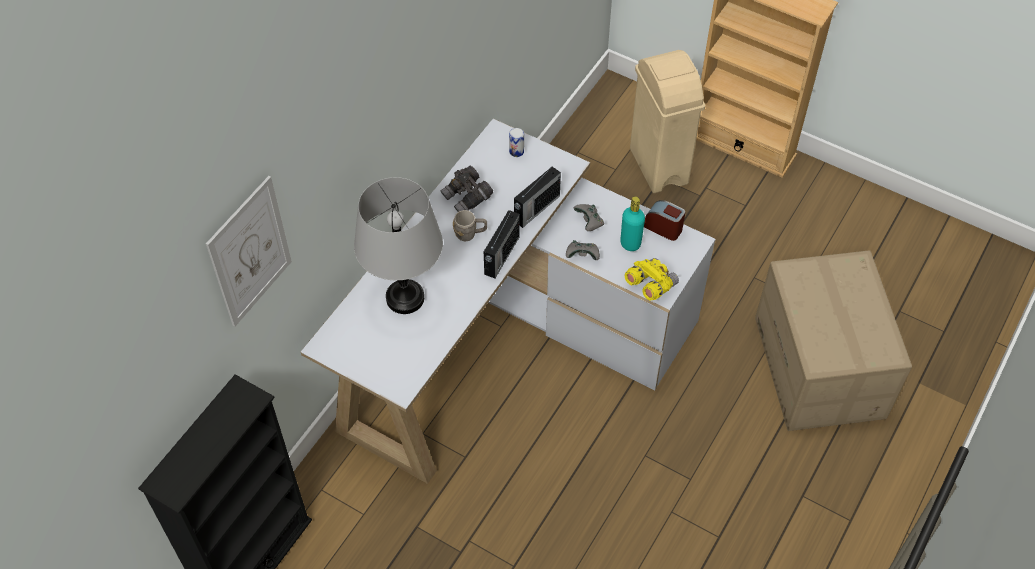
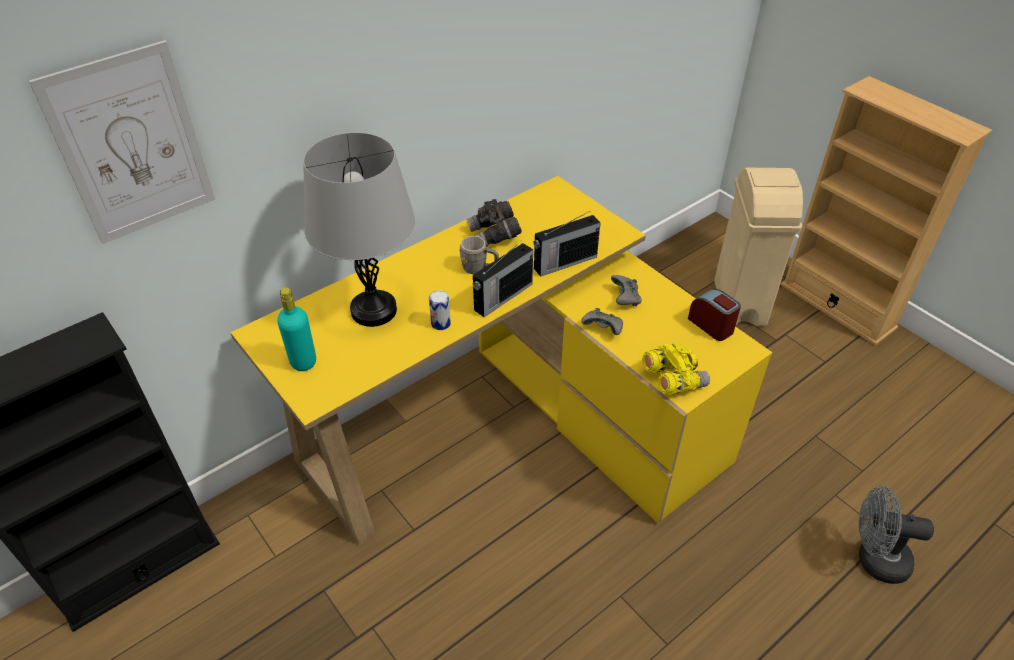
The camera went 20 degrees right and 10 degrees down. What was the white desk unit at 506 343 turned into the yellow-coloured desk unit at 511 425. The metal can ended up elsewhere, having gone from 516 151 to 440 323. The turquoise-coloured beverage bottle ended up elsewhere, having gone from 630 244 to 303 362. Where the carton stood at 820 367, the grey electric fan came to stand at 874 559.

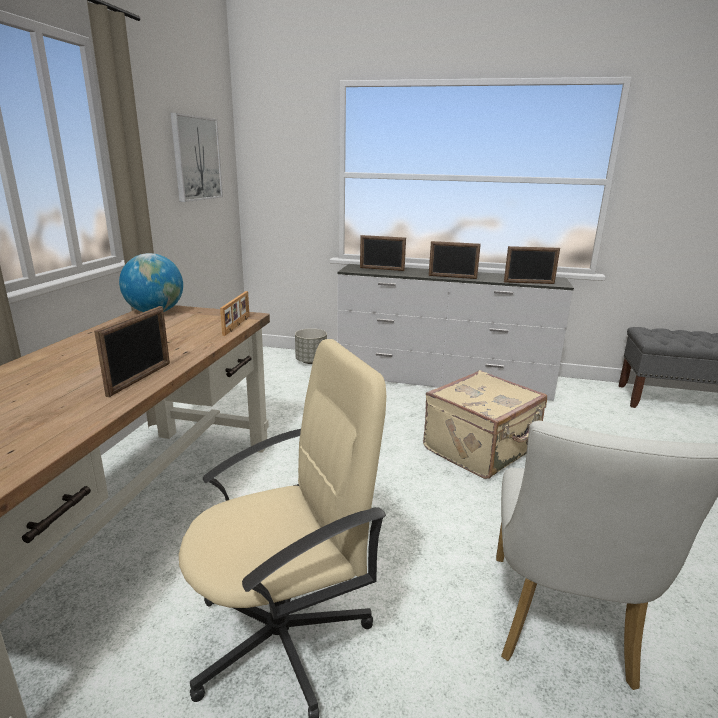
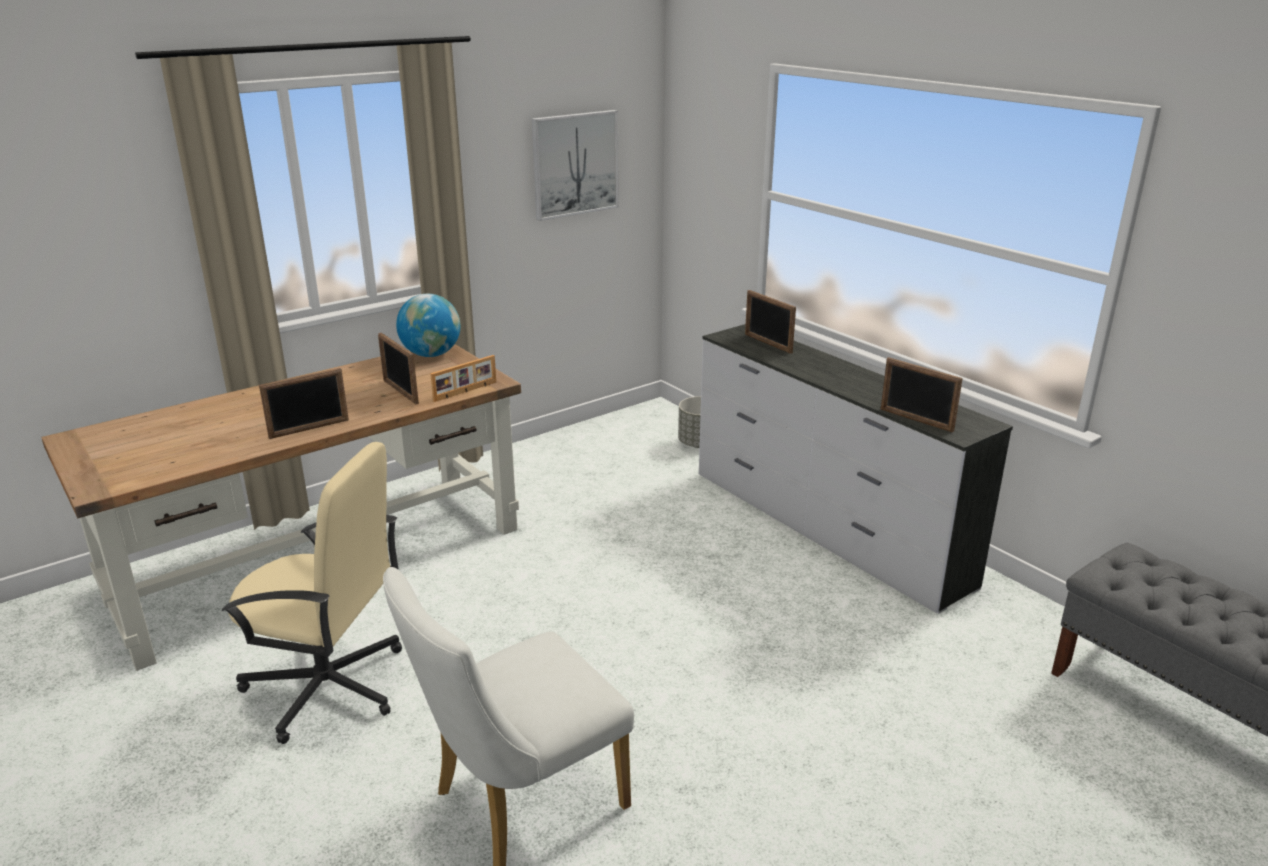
The camera went 40 degrees right and 5 degrees up. The standing frame ended up elsewhere, having gone from 452 277 to 400 392. The second view lost the beige-coloured travel case at 482 449.

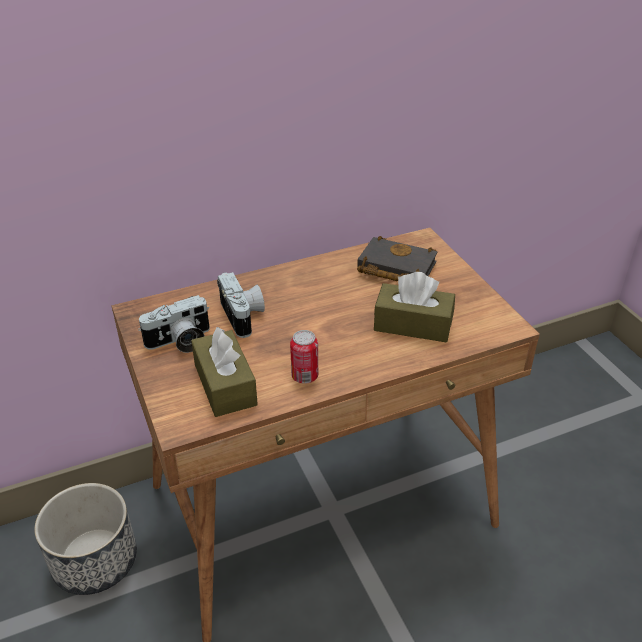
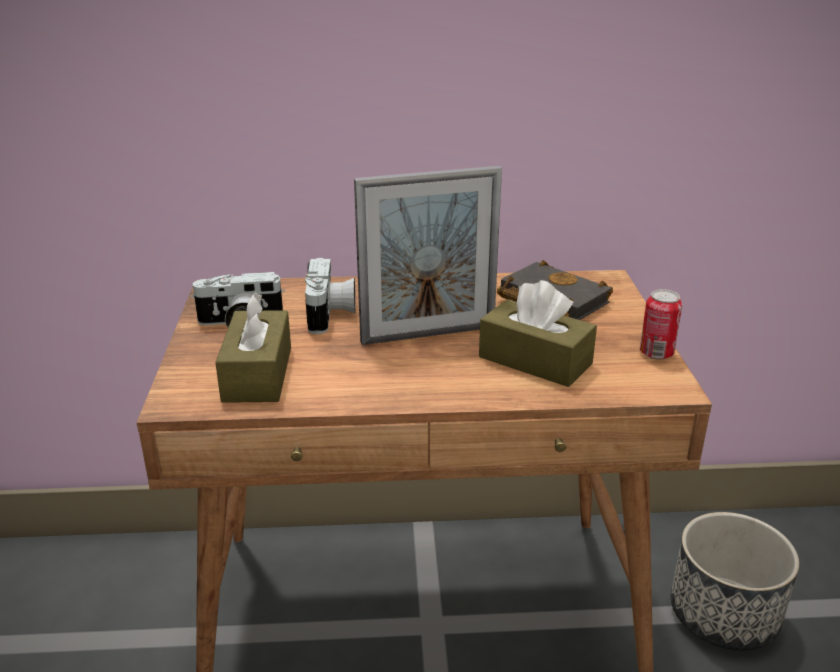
The camera went 20 degrees right and 10 degrees down. The metal can ended up elsewhere, having gone from 304 376 to 656 353. The planter ended up elsewhere, having gone from 95 560 to 724 613. The second view gained the standing frame at 428 334.

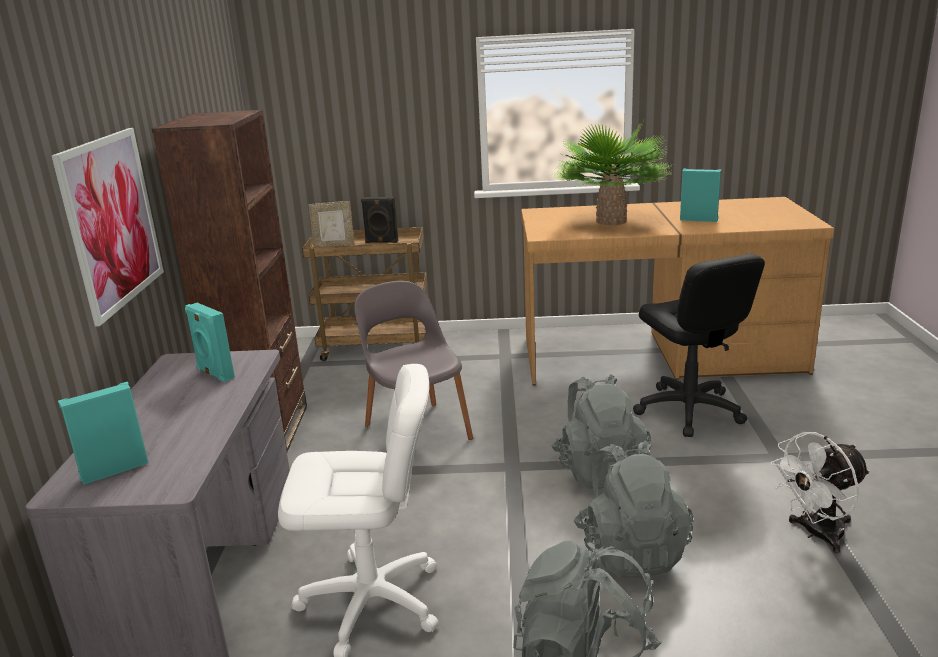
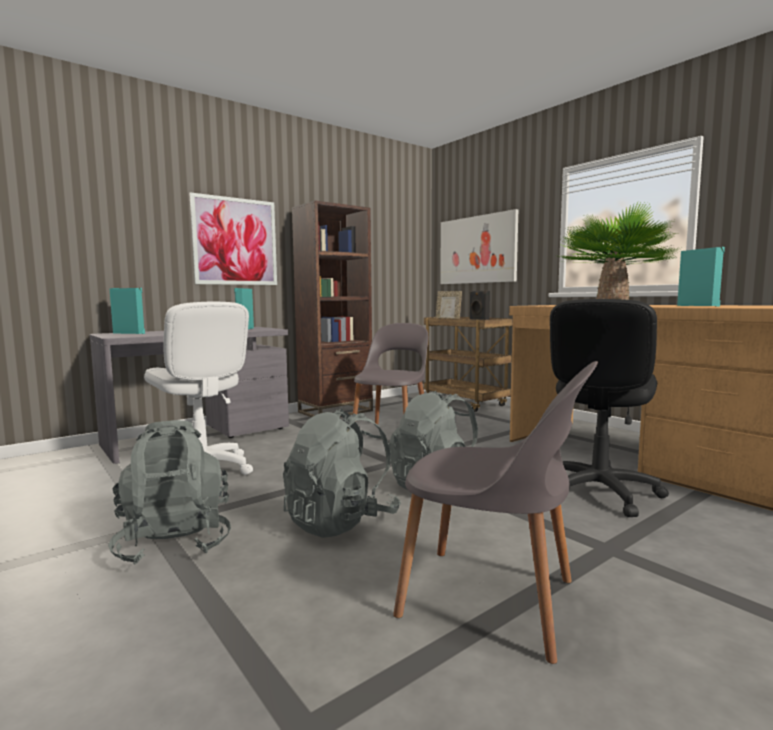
The camera went 50 degrees right and 15 degrees down. Where the white electric fan stood at 816 534, the grey chair came to stand at 493 600. The second view gained the wall picture at 477 250.

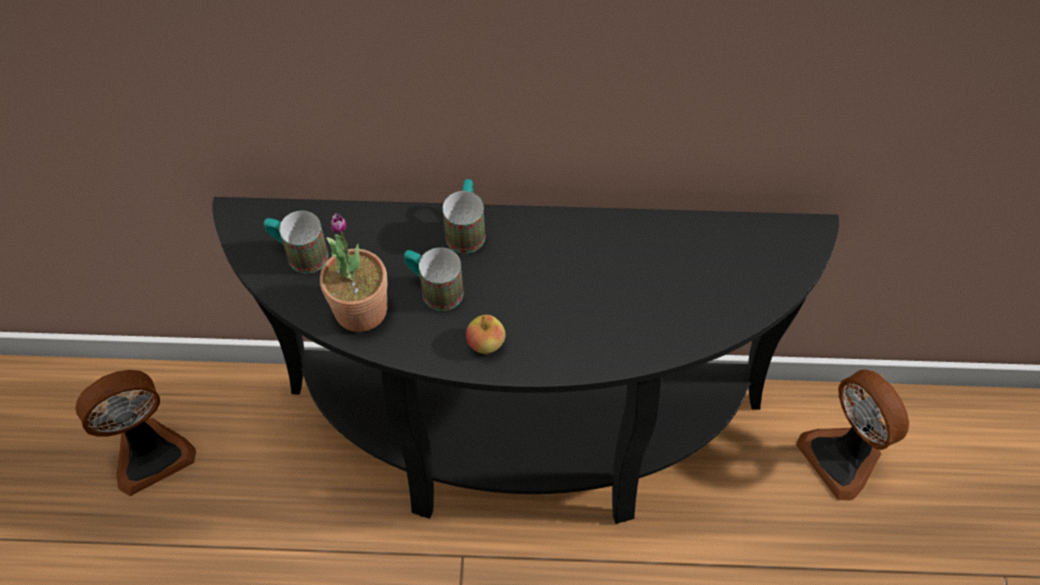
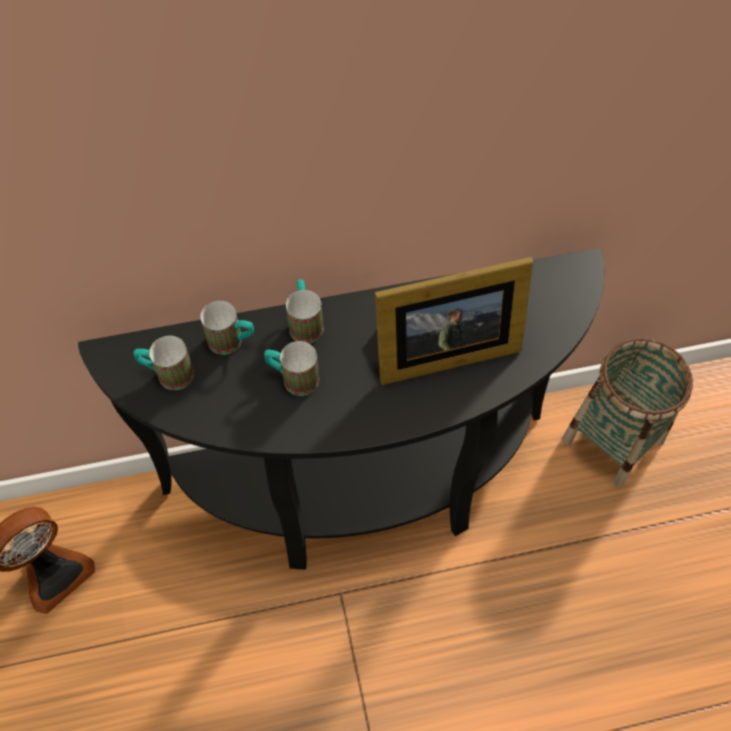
The camera went 15 degrees left and 0 degrees up. The second view lost the houseplant at 360 309. The second view lost the whole apple at 486 343. Where the electric fan stood at 844 456, the household basket came to stand at 613 440. The second view gained the standing frame at 440 351. The second view gained the tea mug at 232 342.

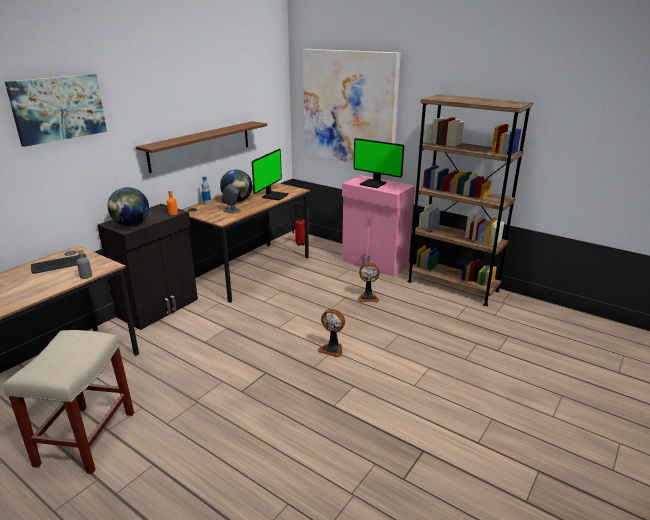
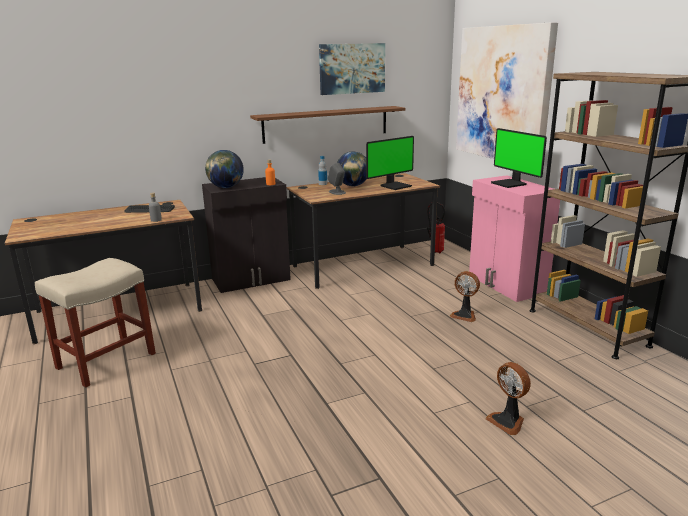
The camera went 30 degrees right and 5 degrees down. The wall picture ended up elsewhere, having gone from 58 108 to 352 68. The electric fan ended up elsewhere, having gone from 332 349 to 508 421.

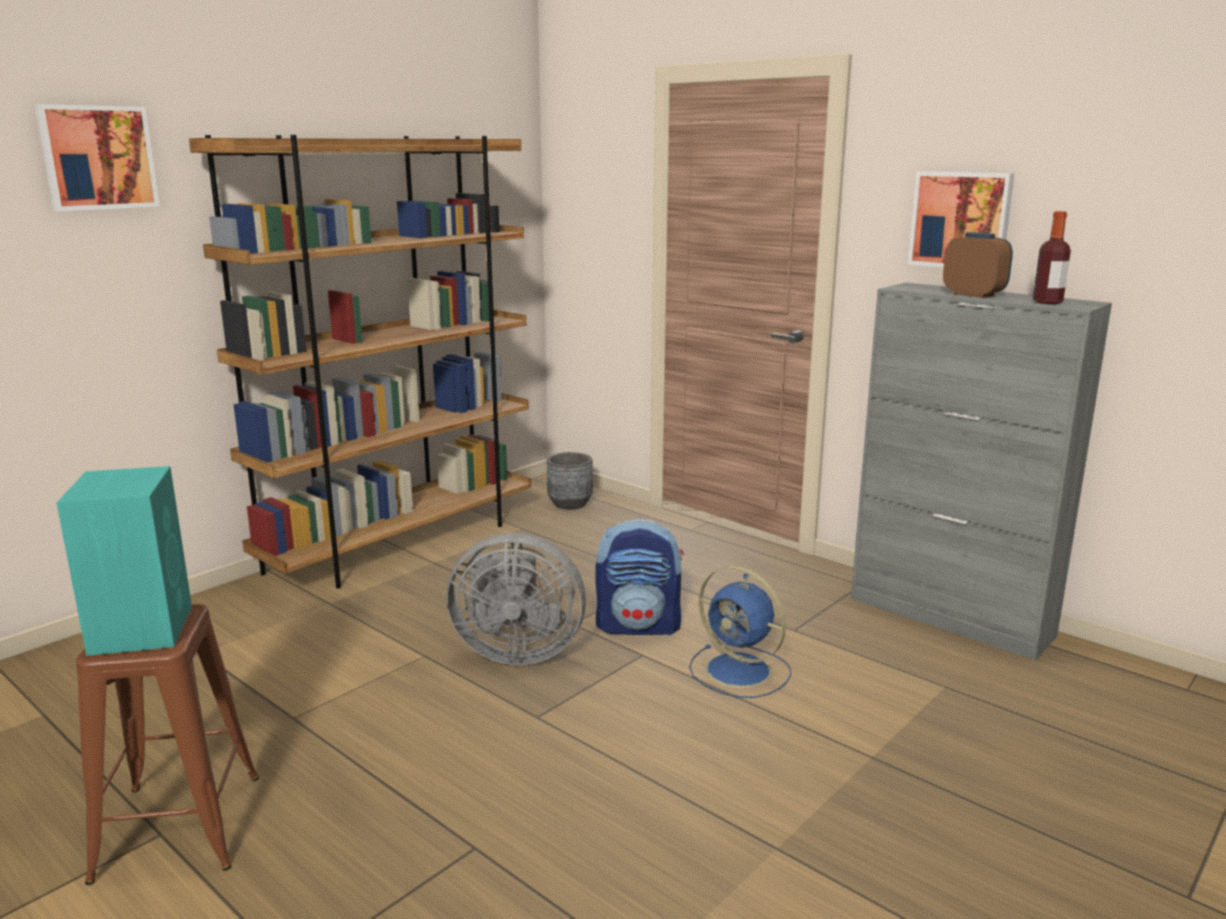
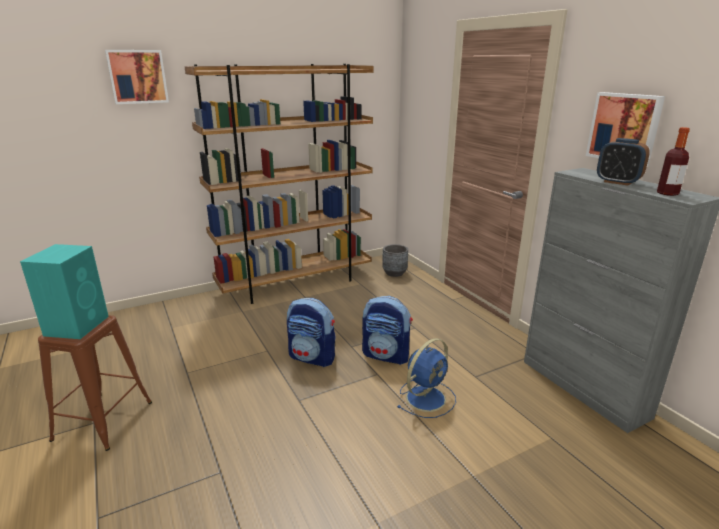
The camera went 20 degrees right and 5 degrees up. The table clock at 973 295 ended up facing another way, 150 degrees clockwise from before. Where the grey electric fan stood at 516 651, the backpack came to stand at 312 357. The blue electric fan at 741 671 ended up facing another way, 105 degrees counterclockwise from before.

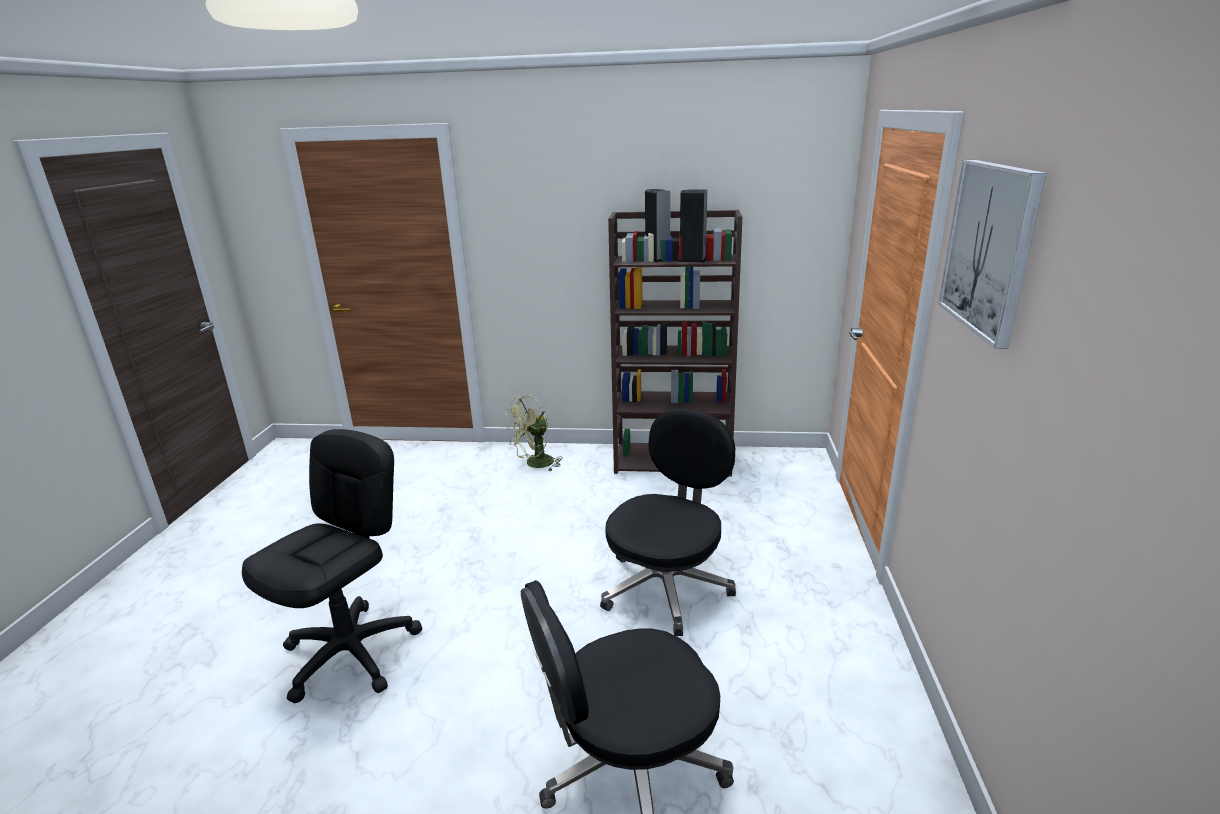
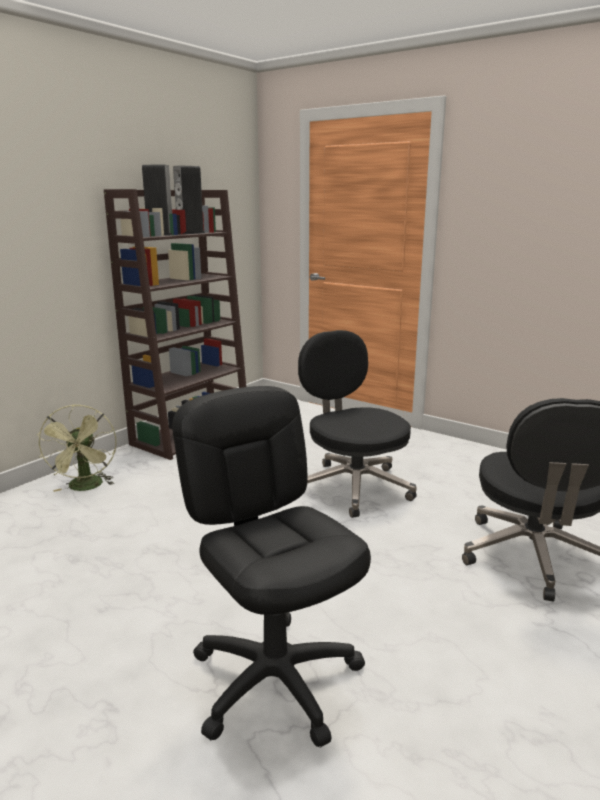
The camera went 60 degrees left and 5 degrees down. The second view lost the wall picture at 990 248.

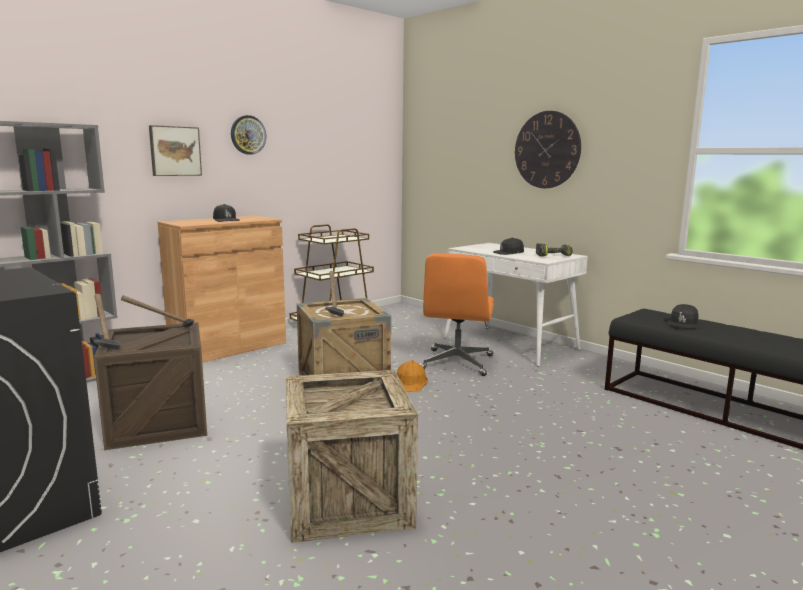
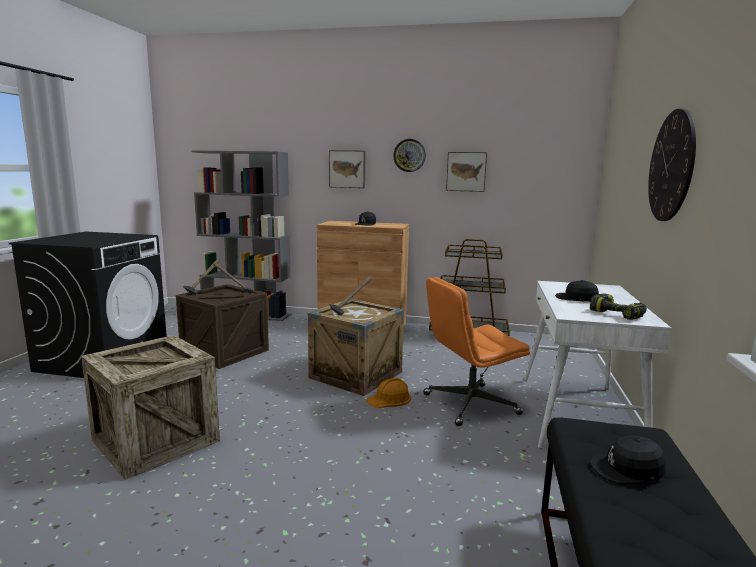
The camera went 55 degrees right and 0 degrees up. The second view gained the wall picture at 466 171.

